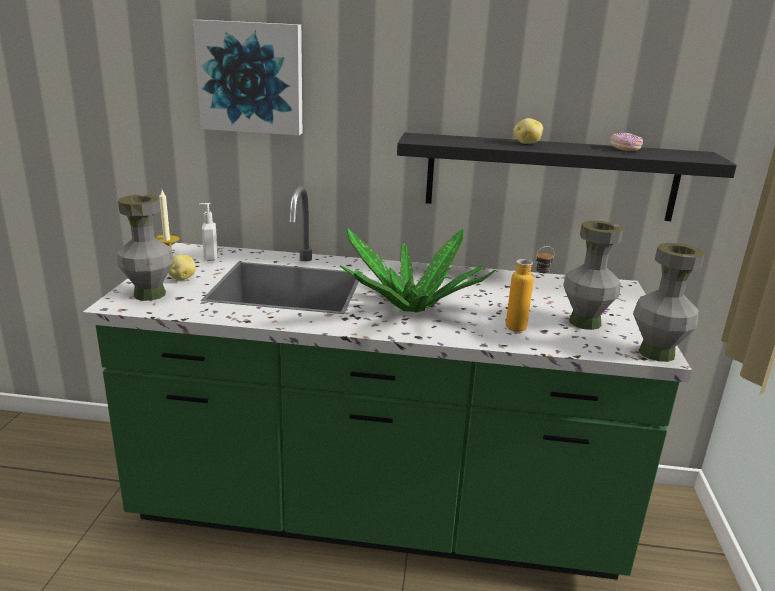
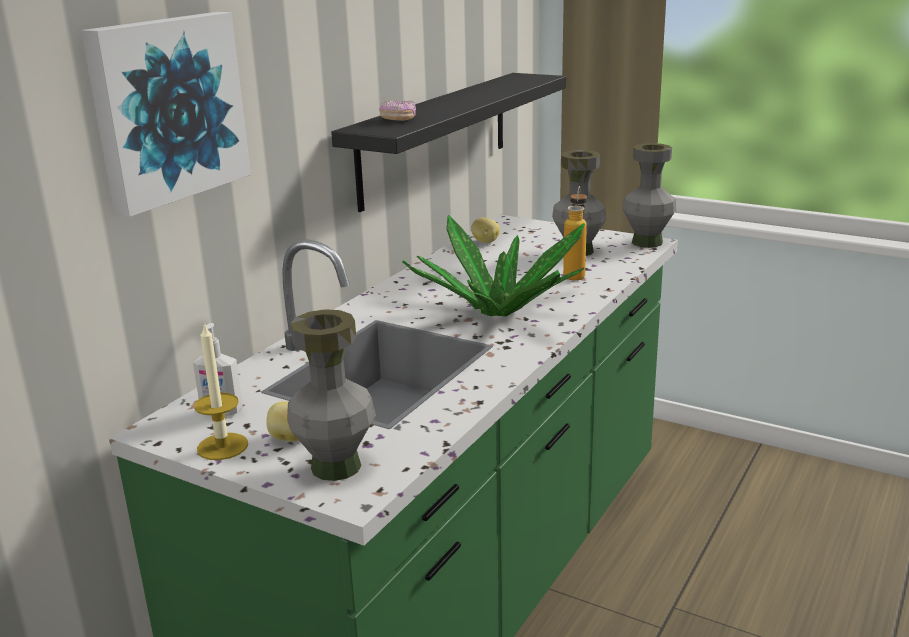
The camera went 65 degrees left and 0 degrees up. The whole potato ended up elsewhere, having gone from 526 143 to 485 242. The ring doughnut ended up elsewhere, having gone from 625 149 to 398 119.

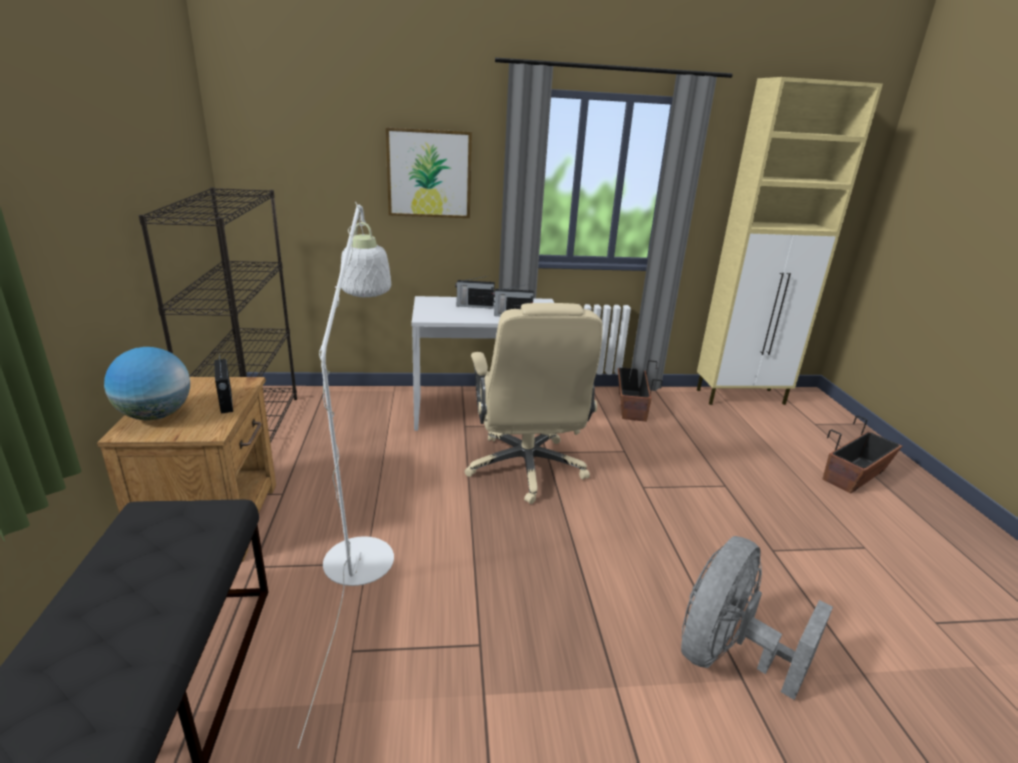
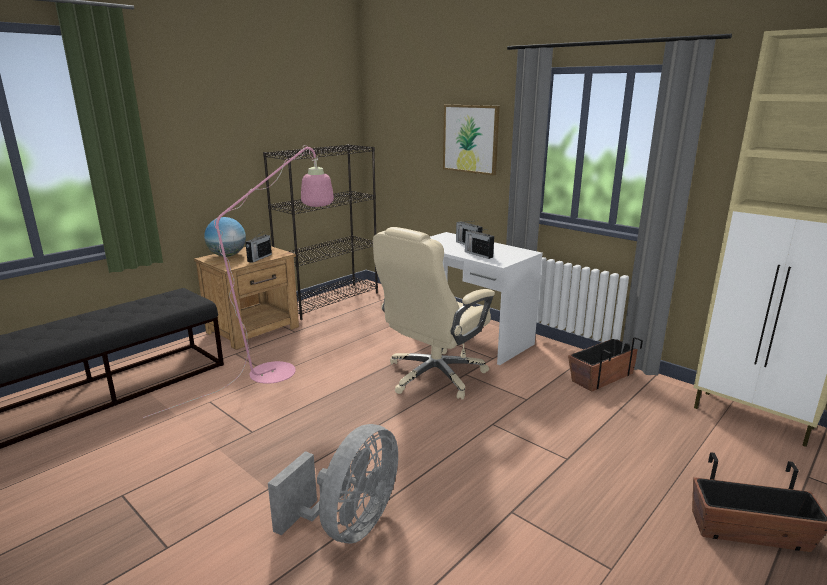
The camera went 50 degrees right and 5 degrees down. What was the white standard lamp at 362 547 turned into the pink-coloured standard lamp at 283 368. The grey electric fan at 727 655 ended up facing another way, 120 degrees clockwise from before.

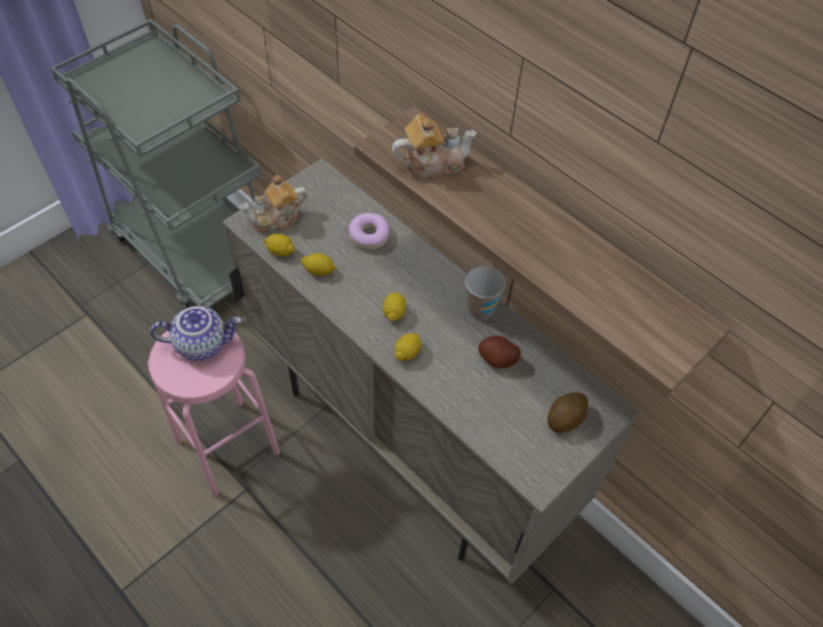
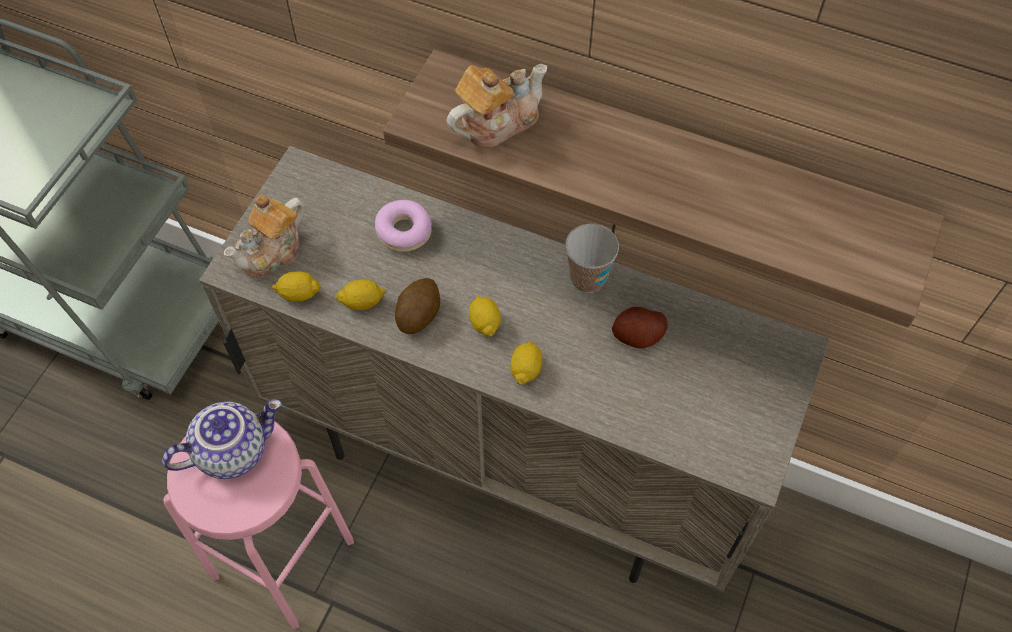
The camera went 20 degrees left and 5 degrees up. The whole potato ended up elsewhere, having gone from 565 418 to 418 314.

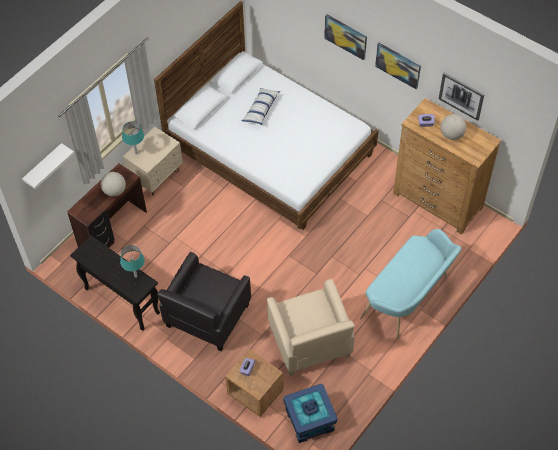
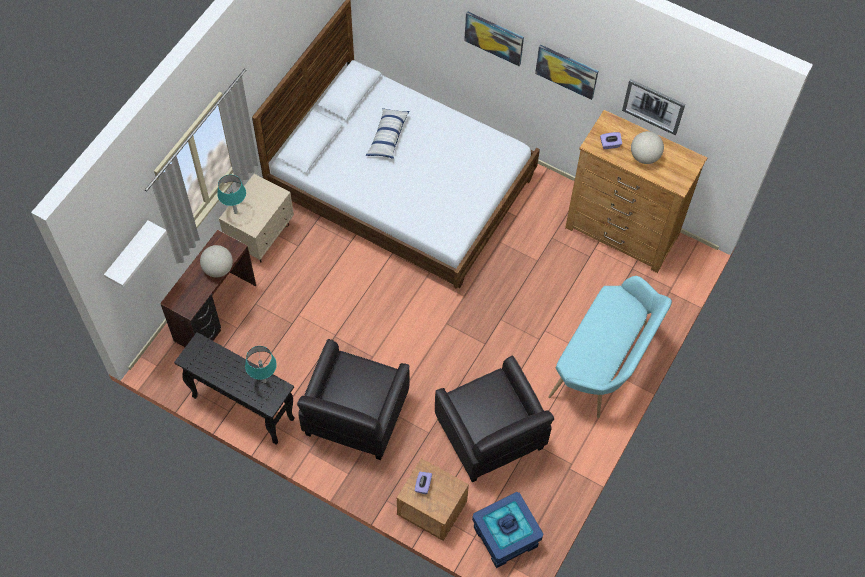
The camera went 10 degrees left and 5 degrees up. What was the beige-coloured lounge chair at 310 342 turned into the black lounge chair at 490 435.

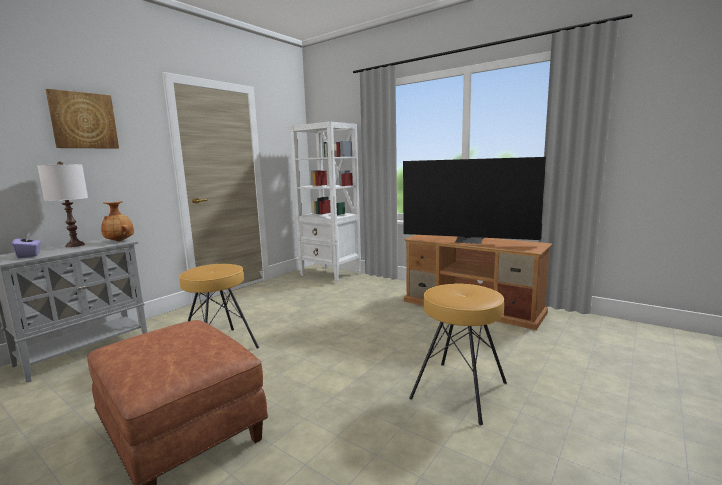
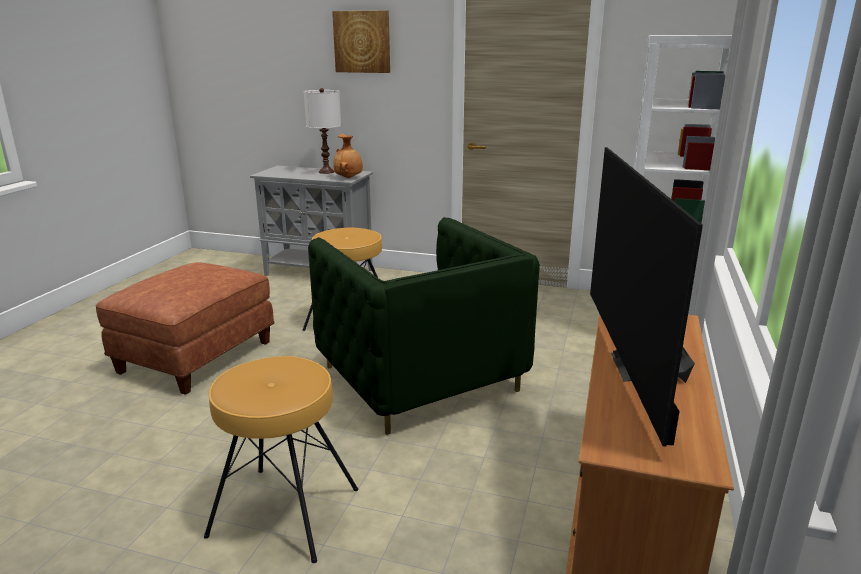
The camera went 70 degrees right and 10 degrees up. The second view lost the purplish tissue box at 29 255. The second view gained the greenish lounge chair at 420 378.

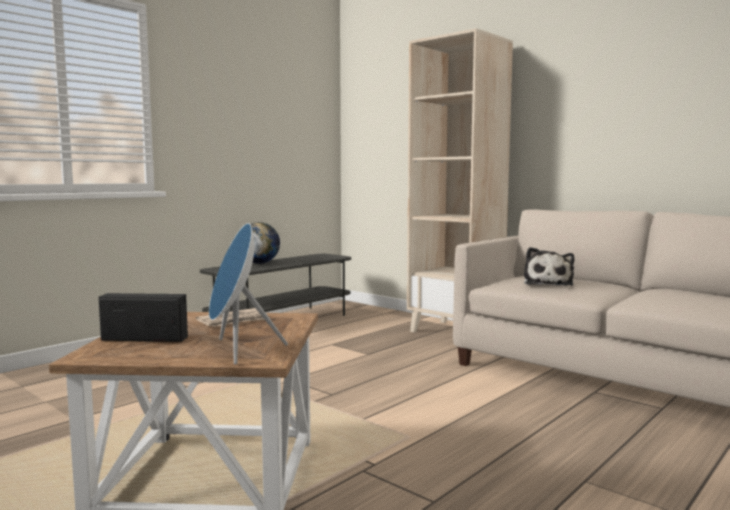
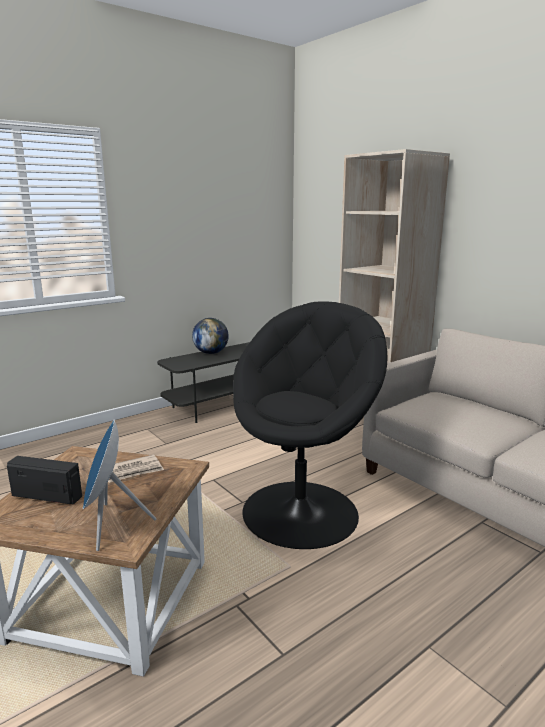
The camera went 10 degrees right and 10 degrees up. The second view lost the soft toy at 548 283. The second view gained the black lounge chair at 301 511.

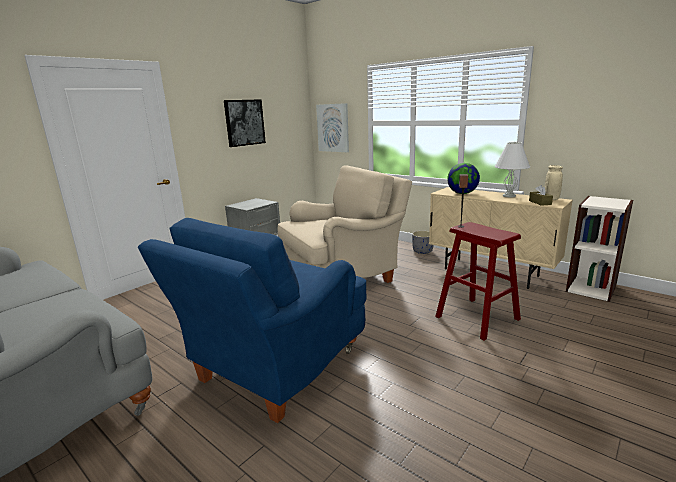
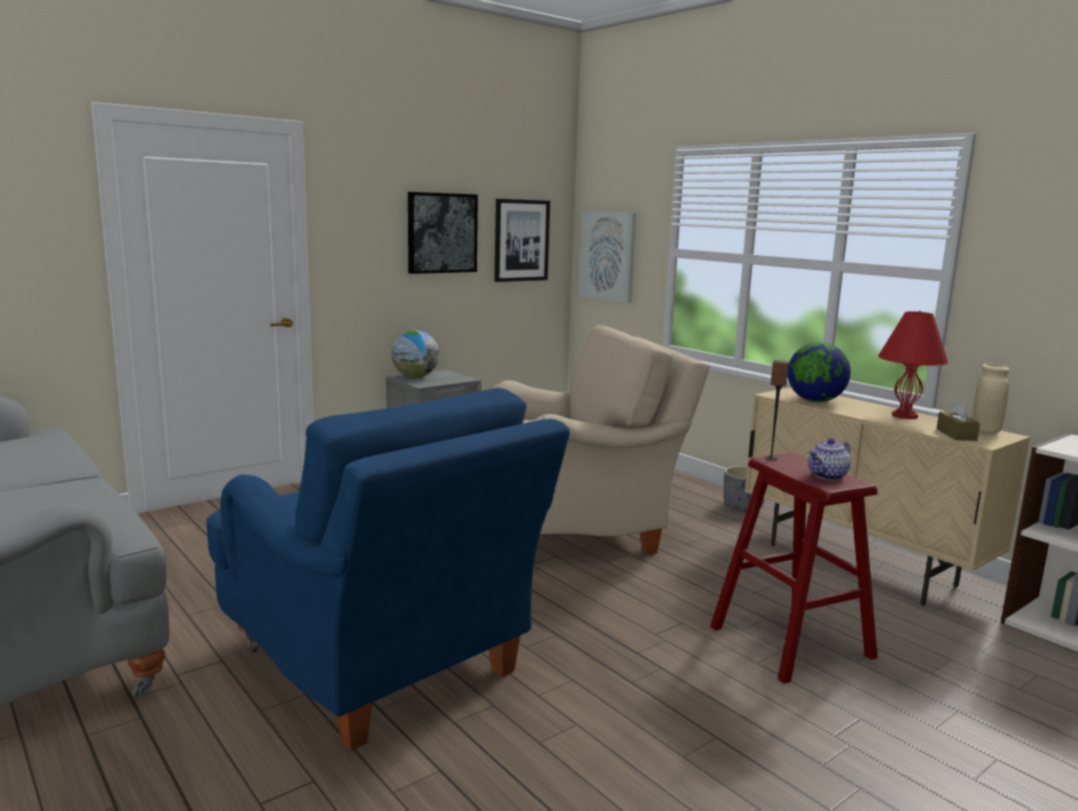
The camera went 10 degrees right and 5 degrees down. What was the white lamp for a table at 509 196 turned into the reddish lamp for a table at 904 415. The blue lounge chair at 275 369 ended up facing another way, 90 degrees counterclockwise from before. The second view gained the wall picture at 521 240. The second view gained the globe at 415 377. The second view gained the tea pot at 827 476.

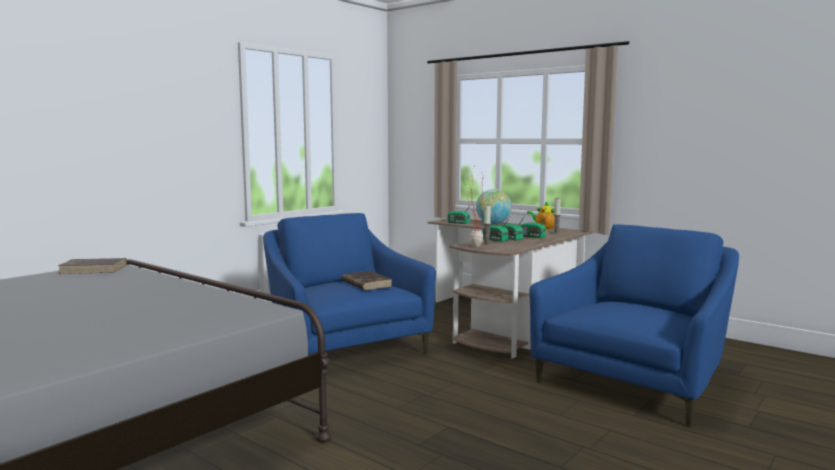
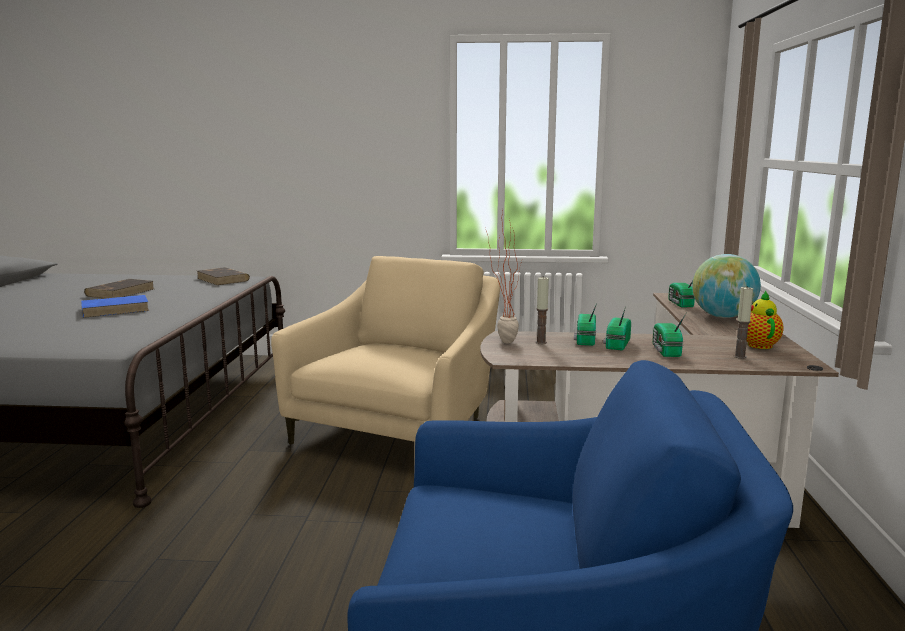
The camera went 55 degrees right and 5 degrees up. What was the blue lounge chair at 342 347 turned into the beige-coloured lounge chair at 401 429. The brown bound book ended up elsewhere, having gone from 366 283 to 121 292. The second view gained the blue bound book at 116 309.

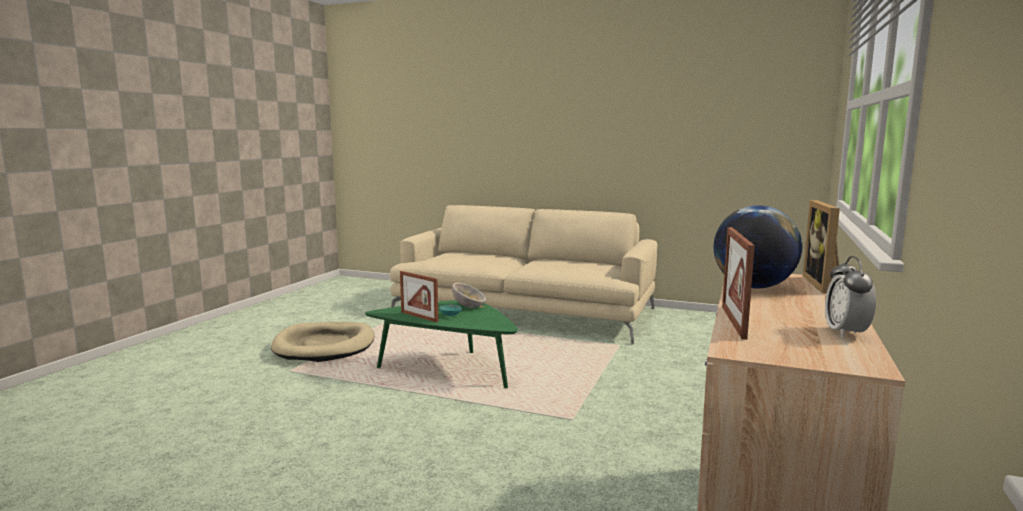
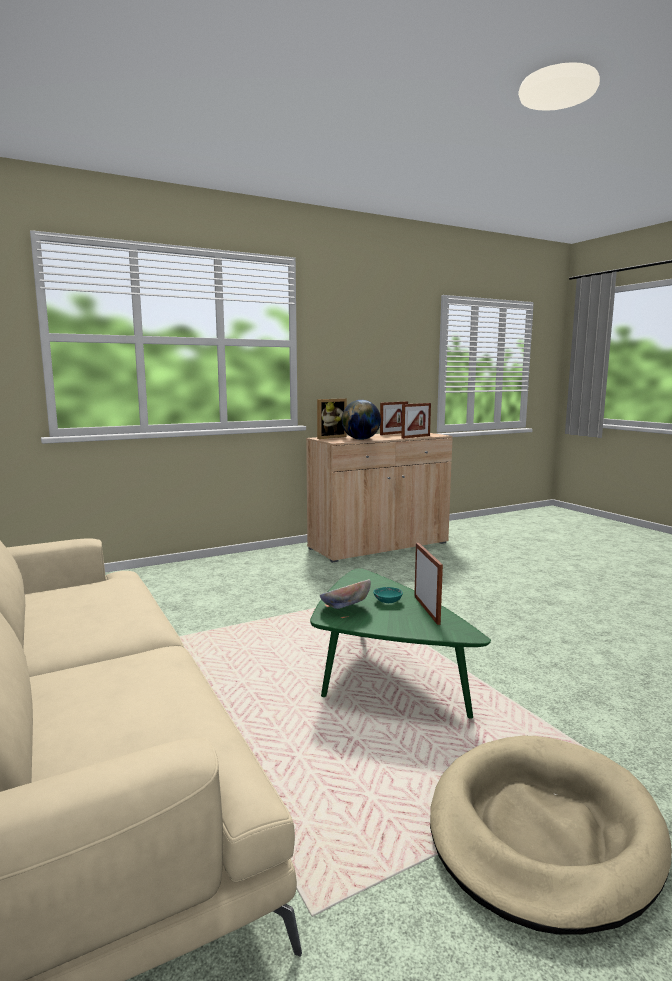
The camera went 140 degrees left and 0 degrees up. Where the table clock stood at 846 333, the standing frame came to stand at 393 433.

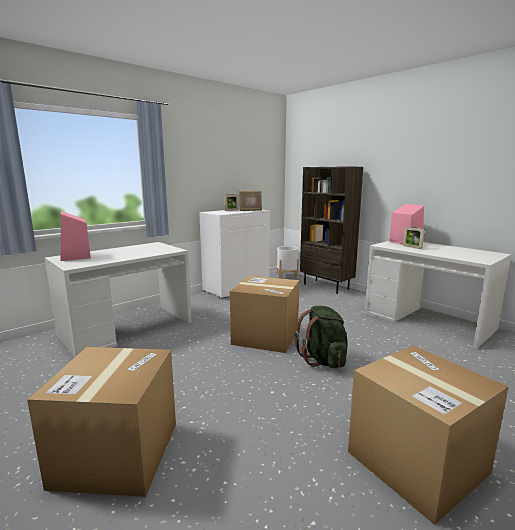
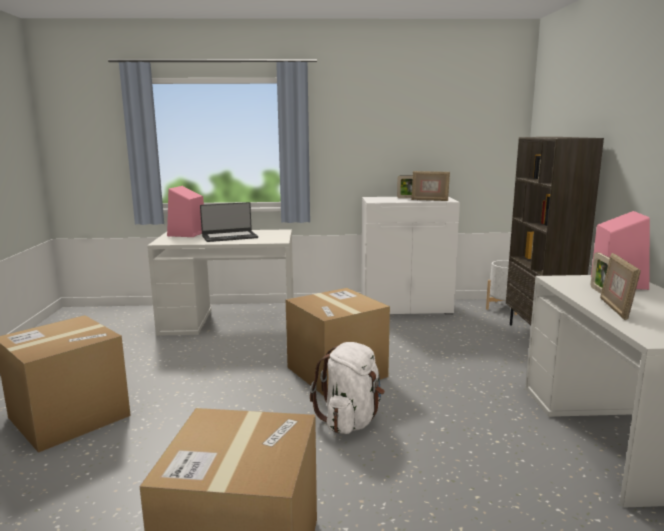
The camera went 40 degrees right and 0 degrees up. What was the greenish backpack at 323 360 turned into the white backpack at 351 420. The second view gained the portable computer at 229 237. The second view gained the standing frame at 615 309.

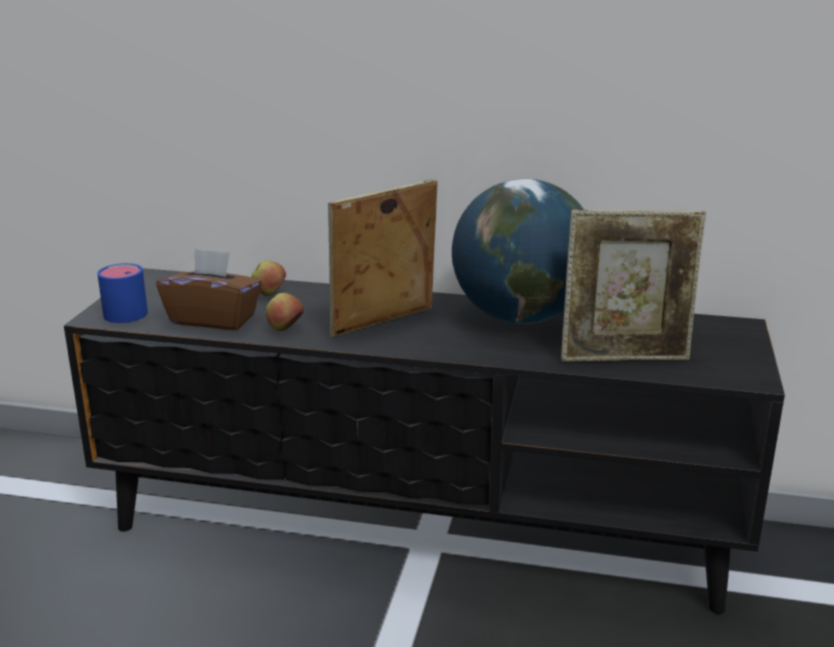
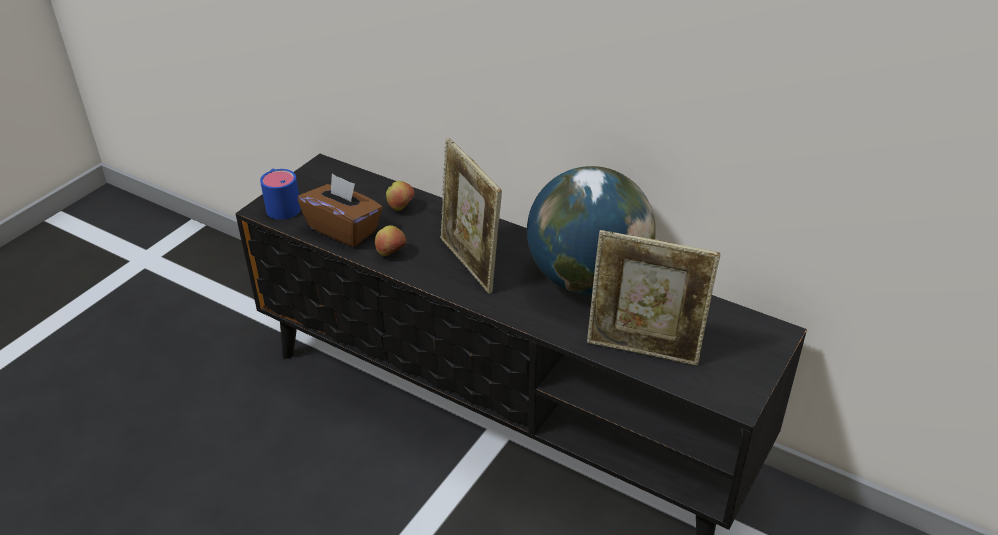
The camera went 20 degrees right and 15 degrees up. The standing frame at 383 325 ended up facing another way, 105 degrees counterclockwise from before.

